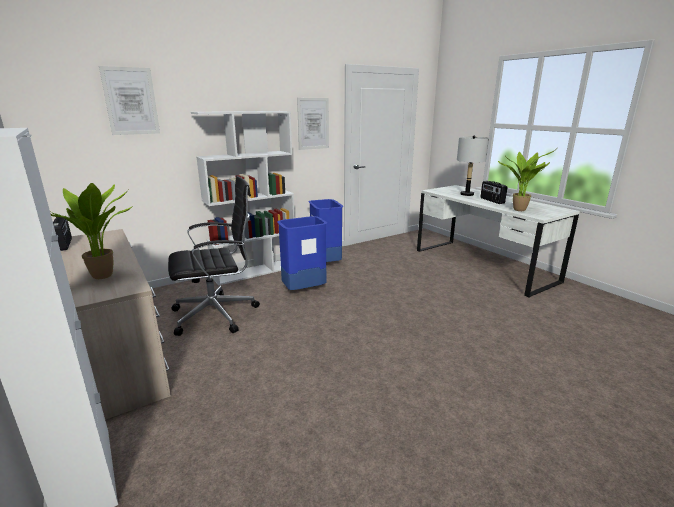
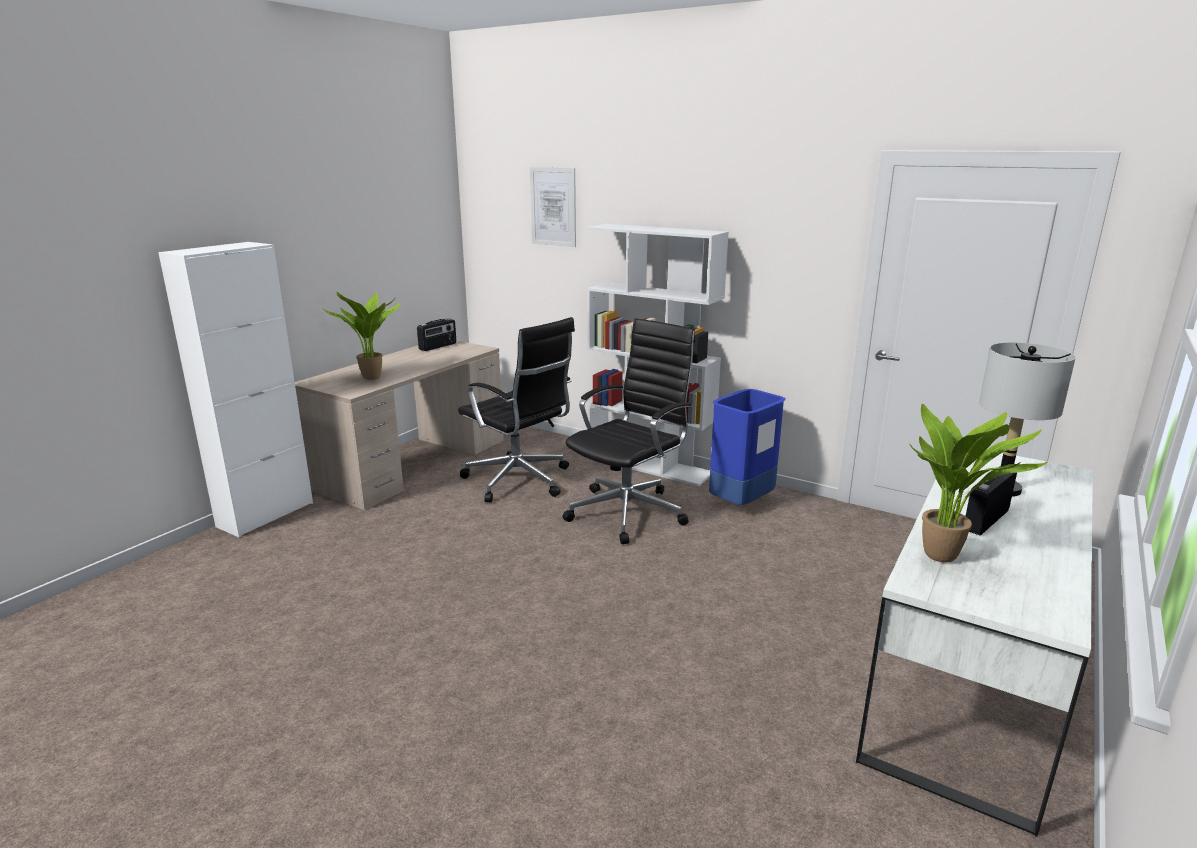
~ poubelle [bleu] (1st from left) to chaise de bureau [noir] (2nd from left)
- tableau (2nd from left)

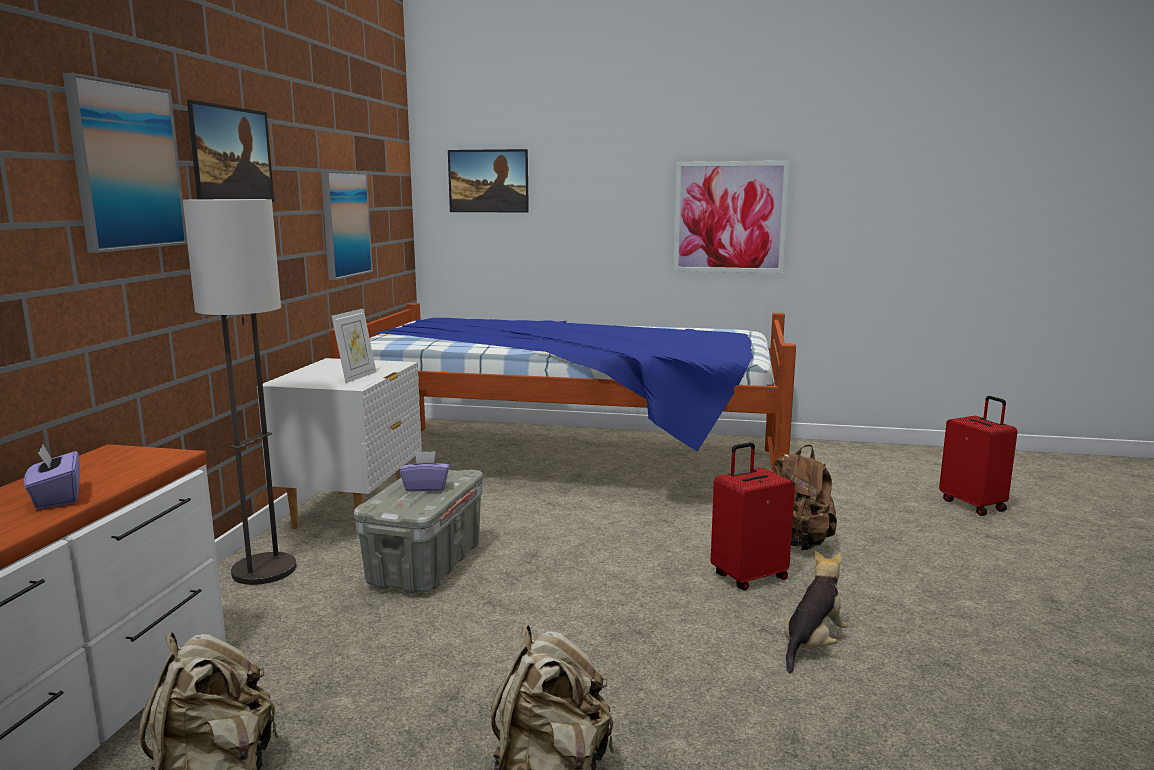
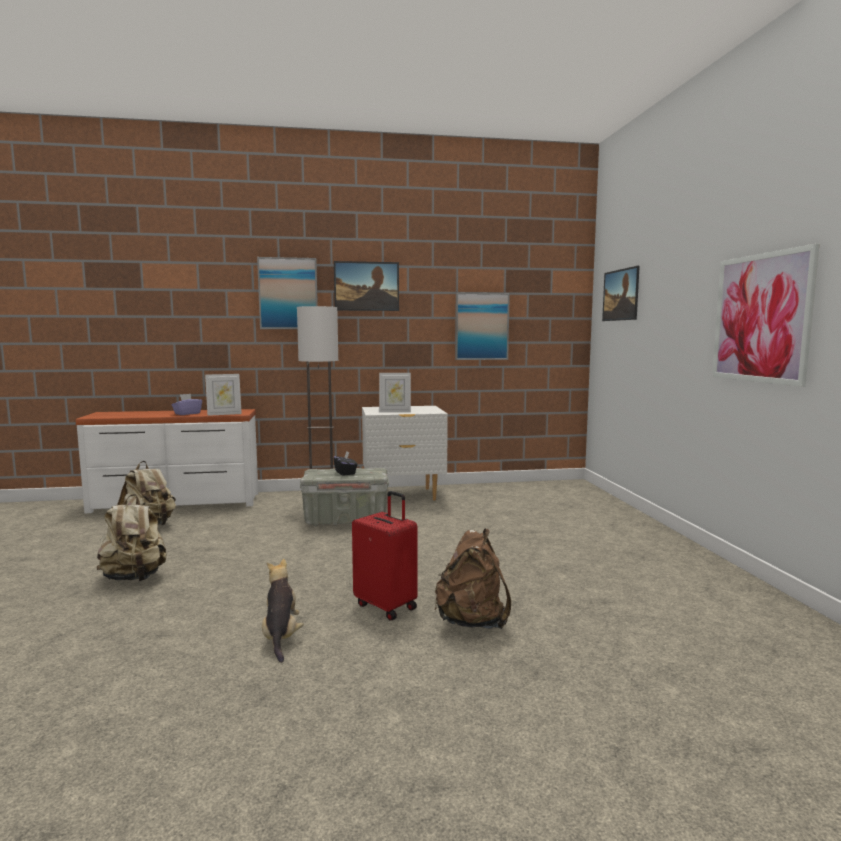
- lit
~ boîte à mouchoirs [violet] (2nd from left) to boîte à mouchoirs [noir]
~ peluche 120 degrees counterclockwise
- valise [rouge] (2nd from left)
+ cadre photo (1st from left)

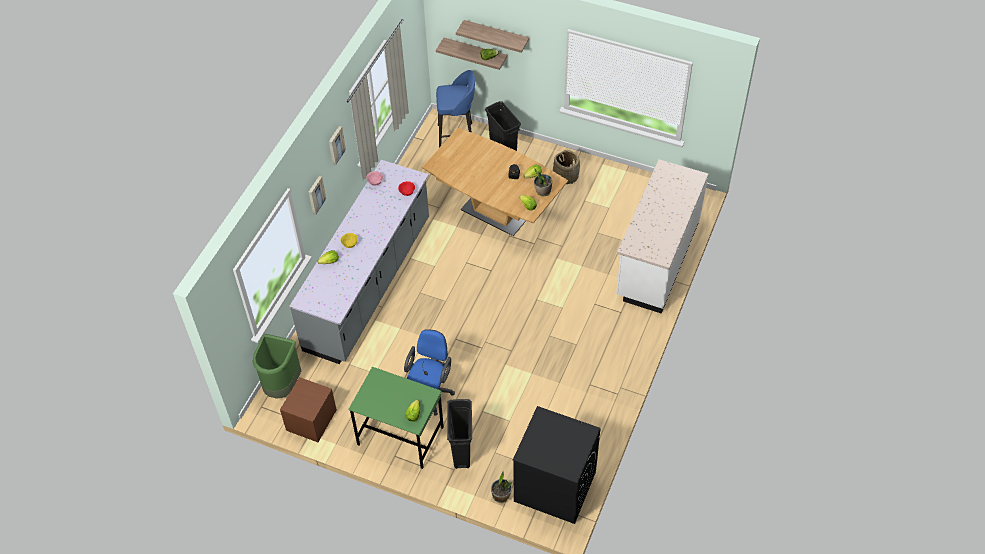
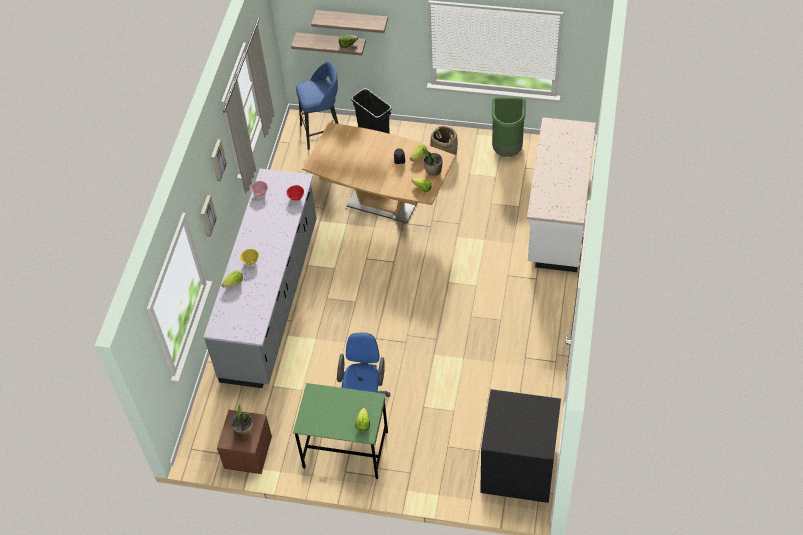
~ poubelle [vert]
- poubelle [noir] (1st from left)
~ plante en pot (1st from left)

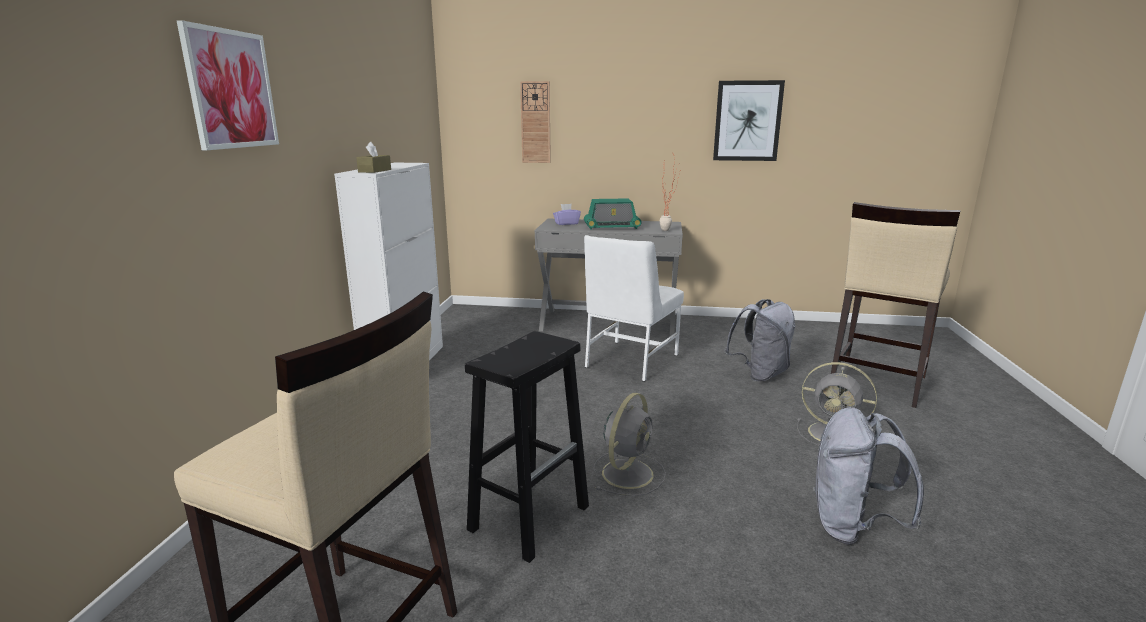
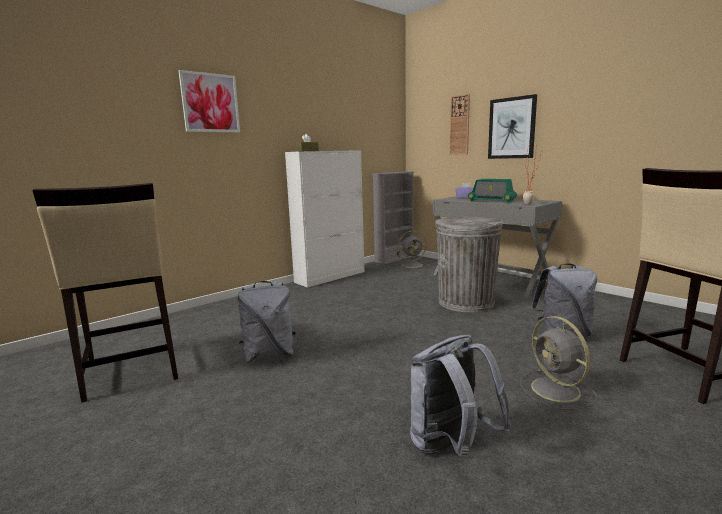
~ tabouret [noir] to sac à dos [gris] (1st from left)
~ chaise [blanc] to poubelle [gris]
~ ventilateur [gris] (1st from left)
~ tableau (2nd from left)
+ bibliothèque [gris]

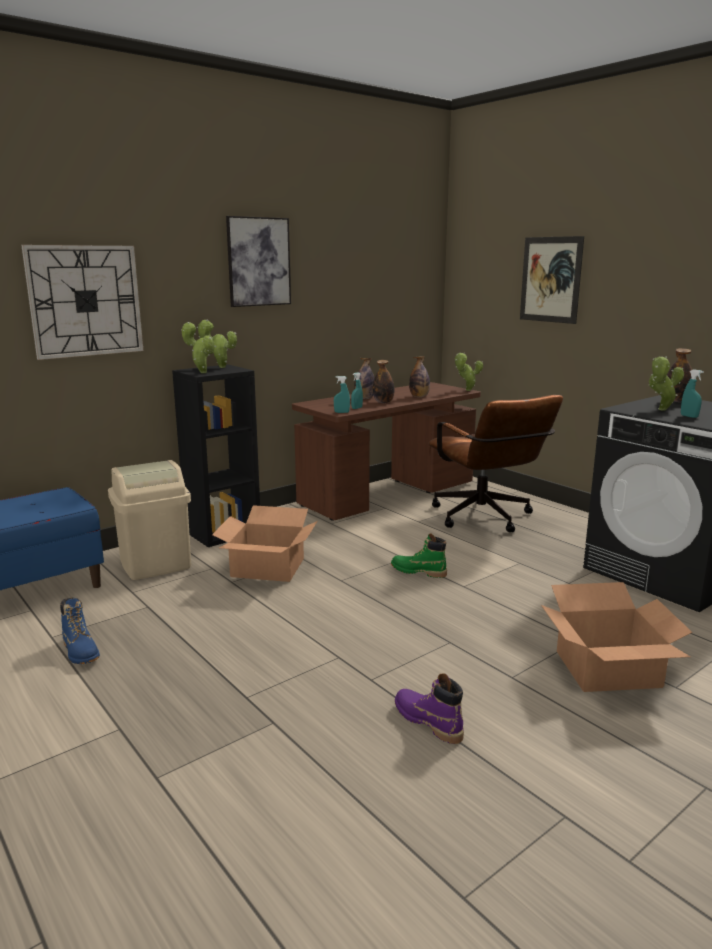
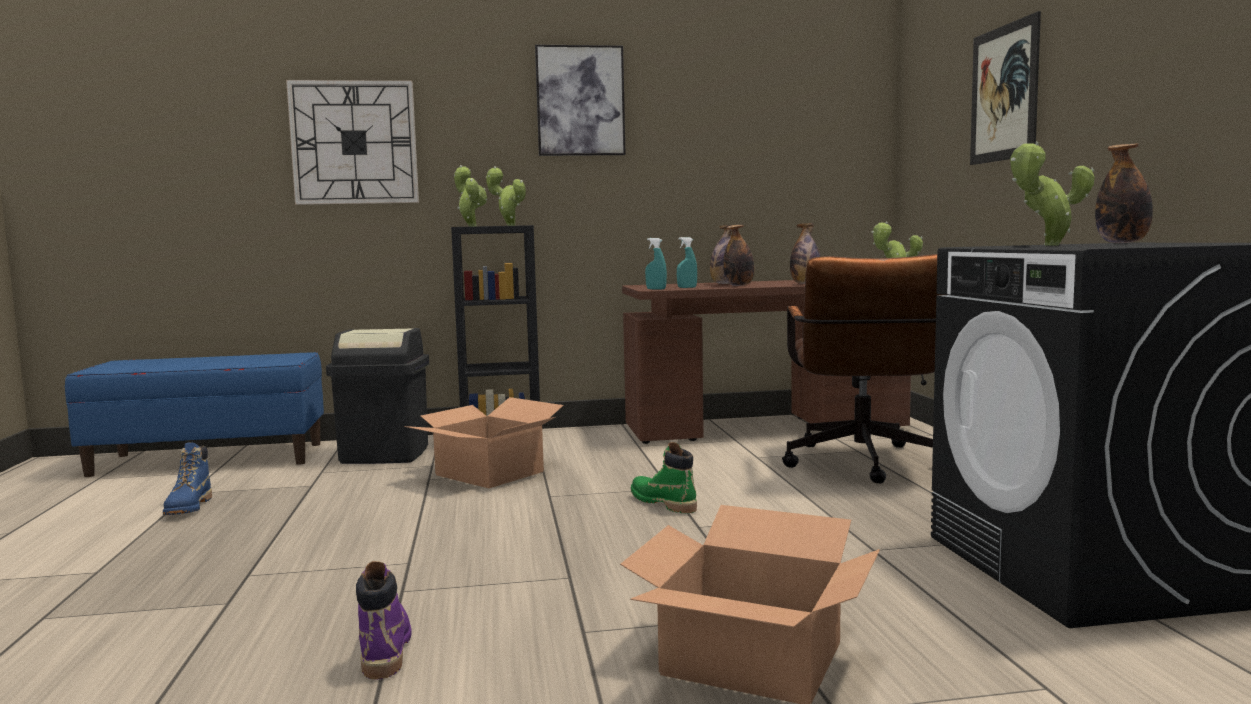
~ poubelle [beige] to poubelle [noir]
- vaporisateur [turquoise] (3rd from left)

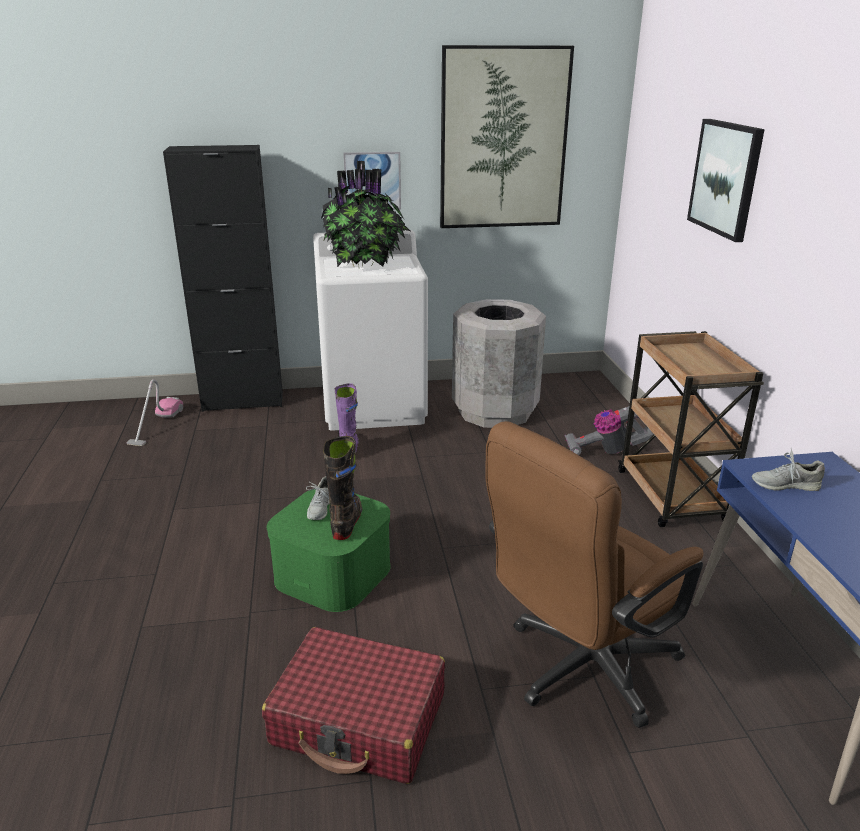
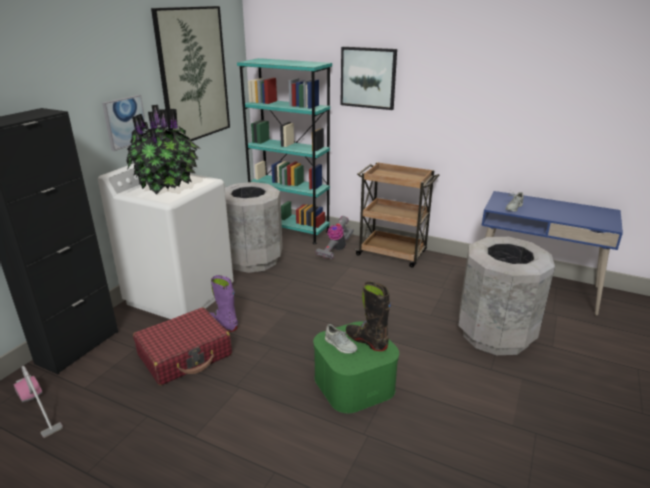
~ valise [rouge]
~ chaise de bureau [marron] to poubelle [gris] (2nd from left)
+ bibliothèque [turquoise]

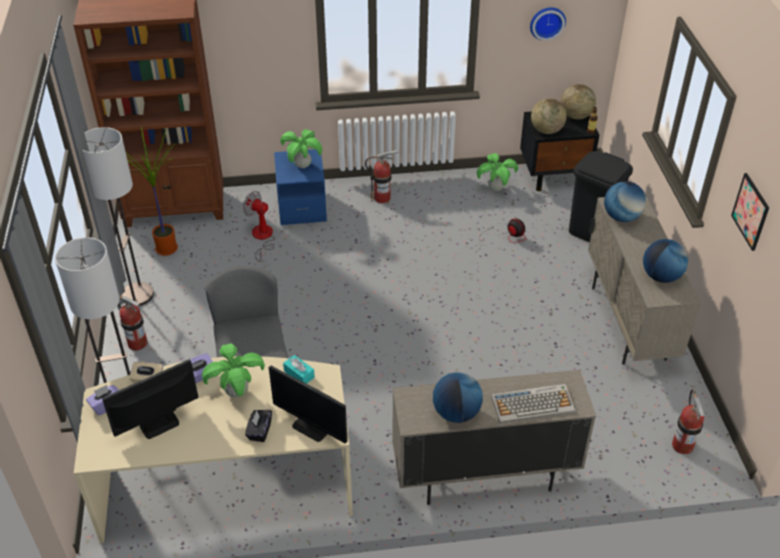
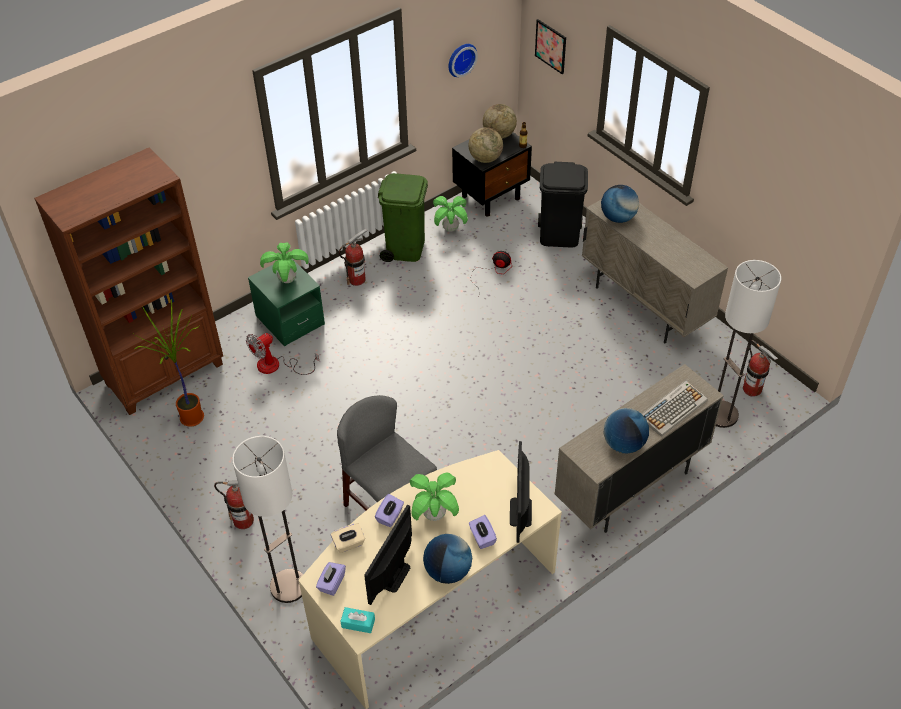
~ lampadaire (2nd from left)
~ ventilateur (1st from left) 45 degrees counterclockwise
~ boîte à mouchoirs [noir] to boîte à mouchoirs [violet] (3rd from left)
~ écran d'ordinateur (2nd from left) 90 degrees clockwise
~ table de chevet [bleu] to table de chevet [vert]
~ boîte à mouchoirs [turquoise]
~ globe (5th from left in the first image) to globe (1st from left)
~ tableau
+ poubelle [vert]

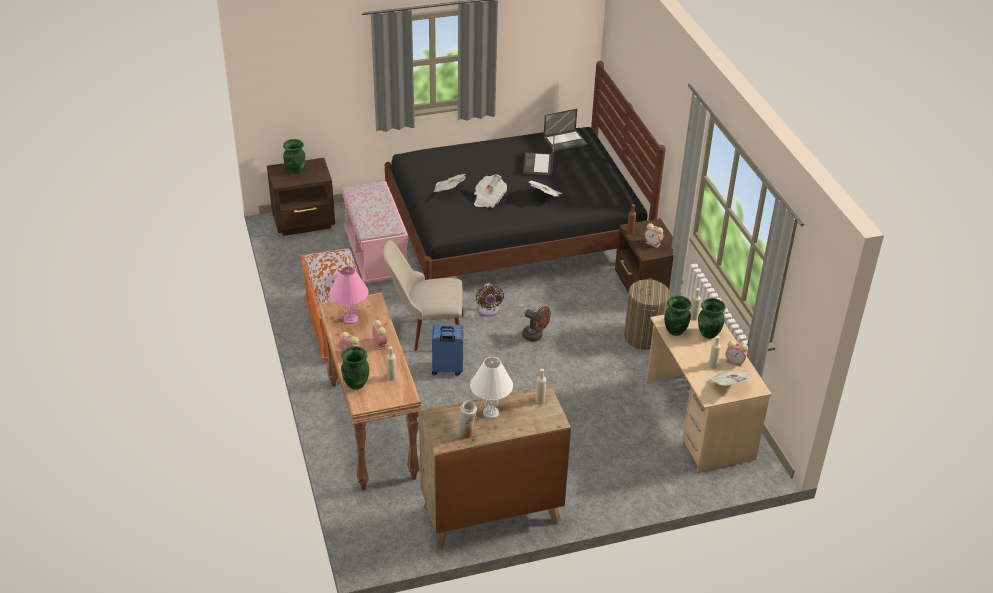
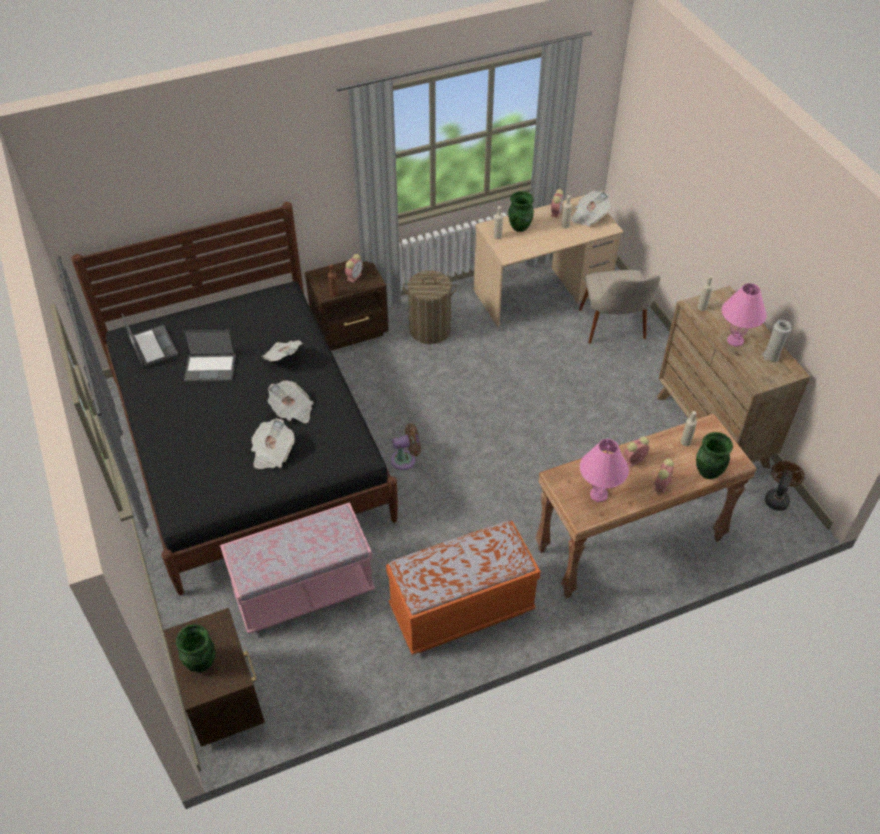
~ chaise [beige]
- valise [bleu]
~ lampe de table [blanc] to lampe de table [rose] (2nd from left)
~ ventilateur [marron] (2nd from left)
- vase [vert] (3rd from left)

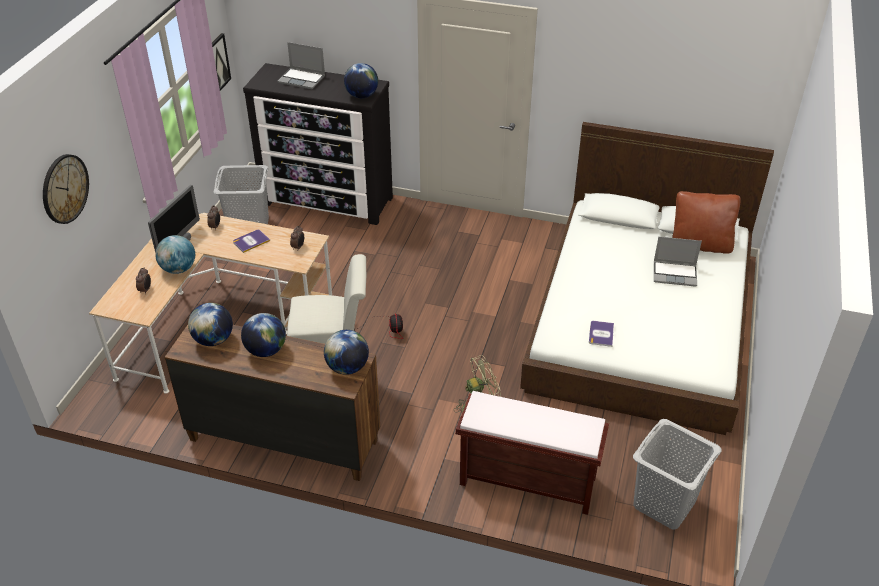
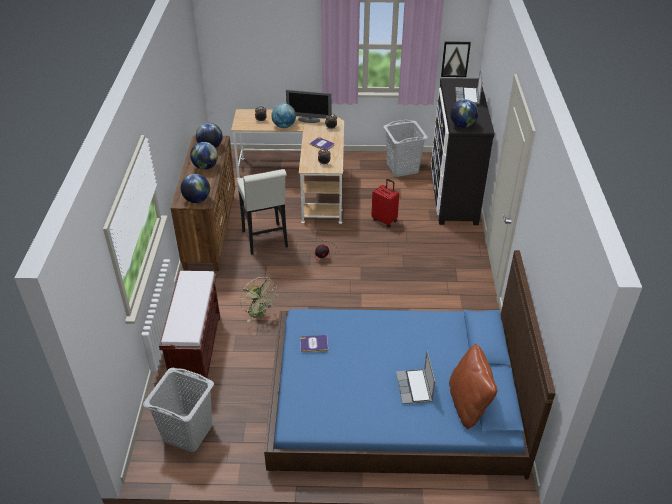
- horloge murale
~ lit [blanc] to lit [bleu]
+ valise [rouge]

